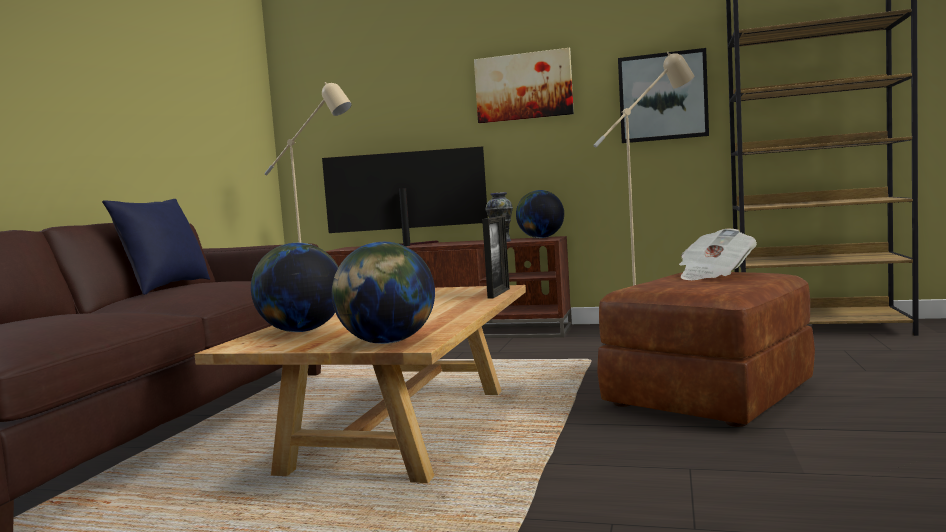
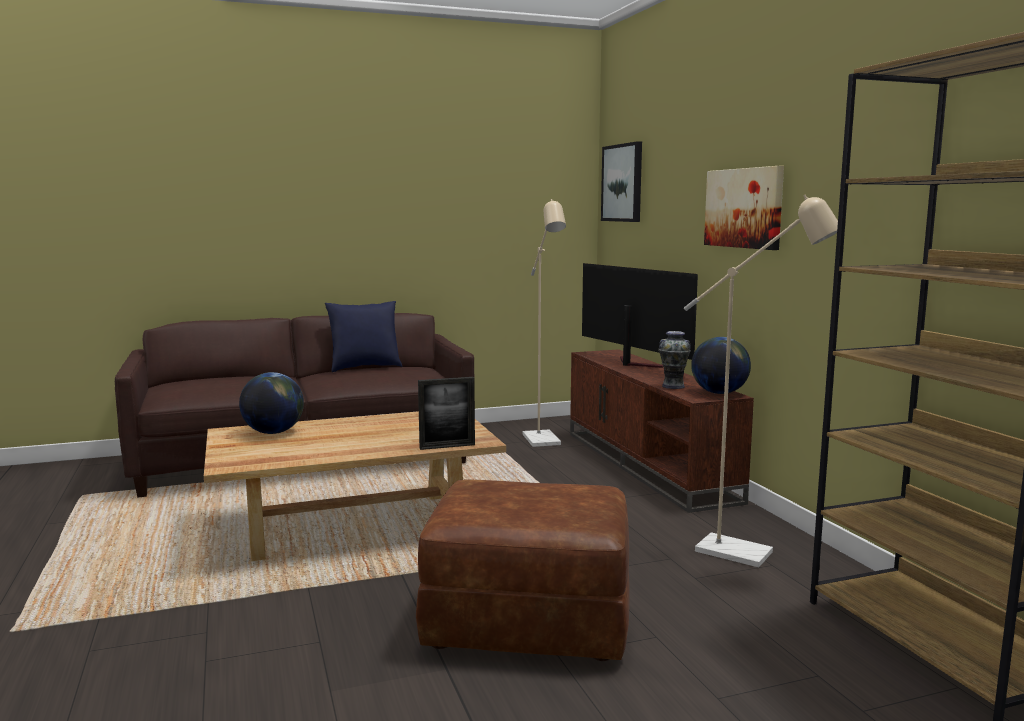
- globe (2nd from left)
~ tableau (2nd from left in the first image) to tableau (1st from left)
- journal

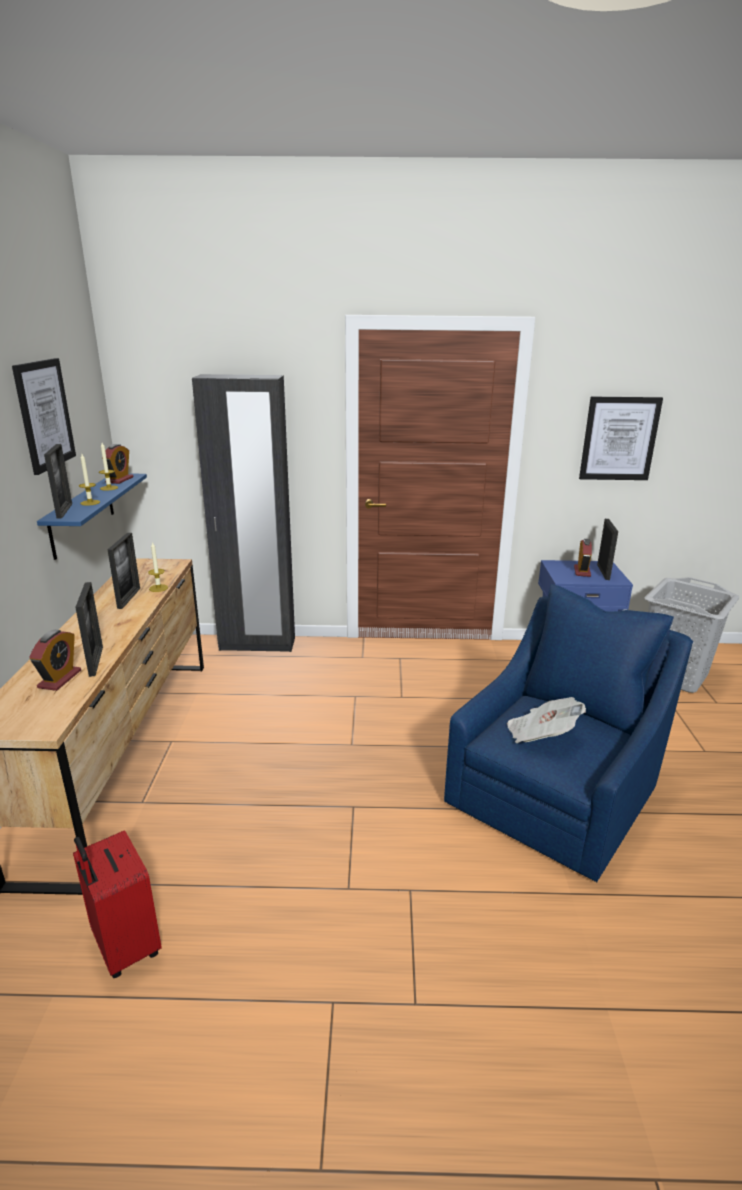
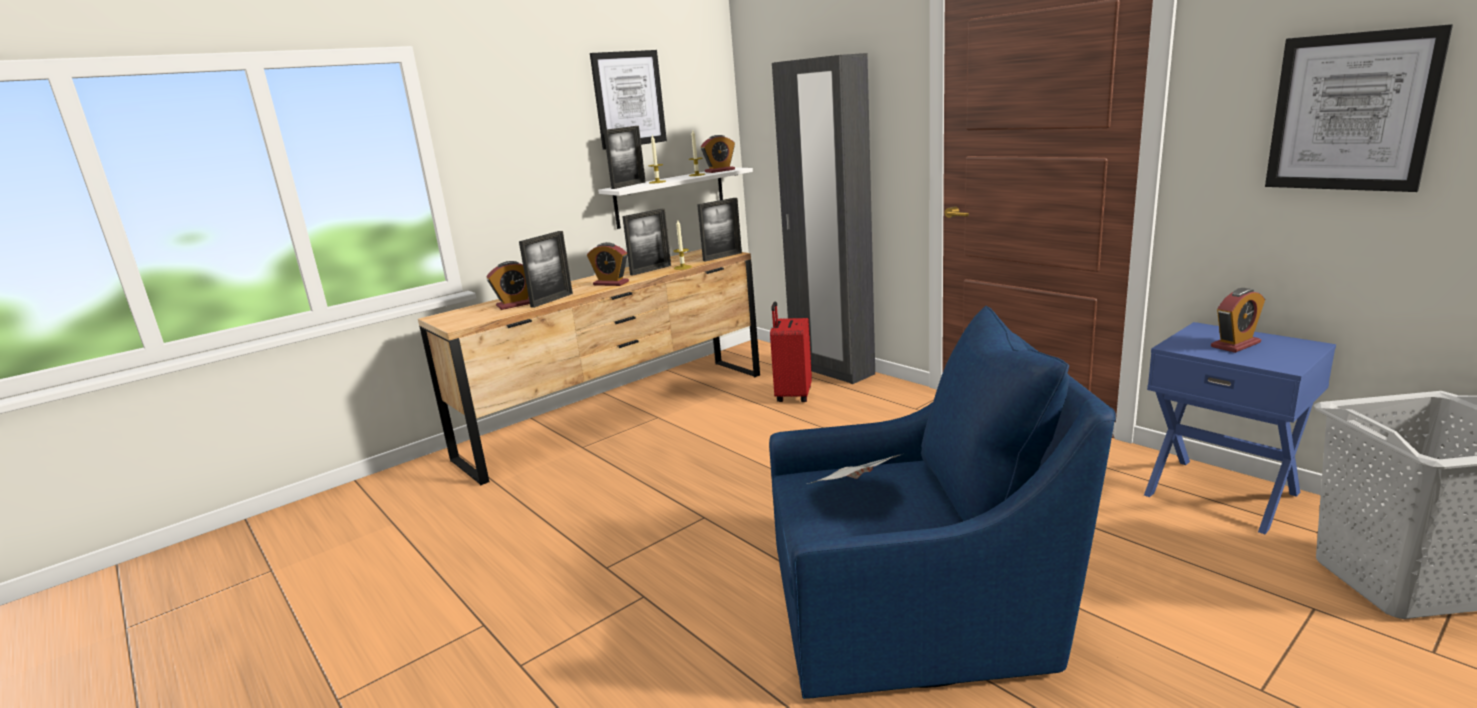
~ étagère [bleu] to étagère [blanc]
~ valise [rouge]
~ cadre photo (4th from left)
+ réveil (2nd from left)

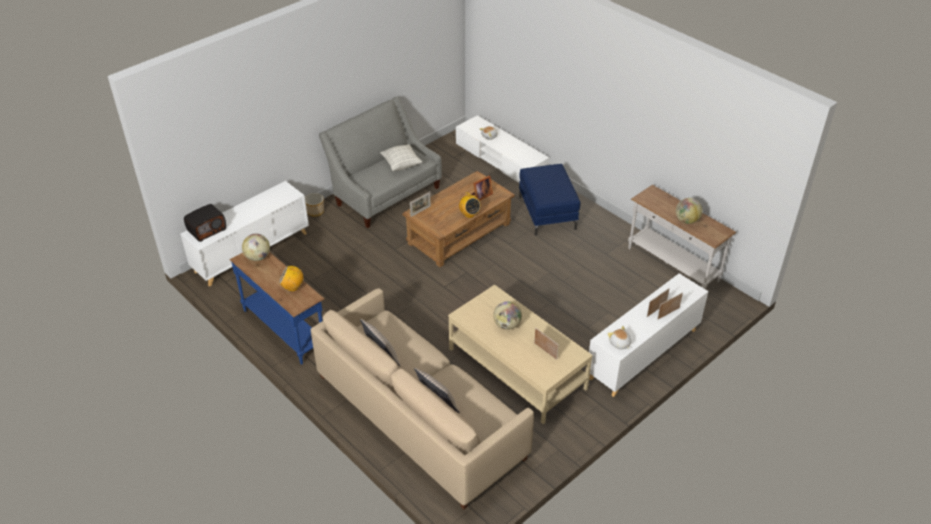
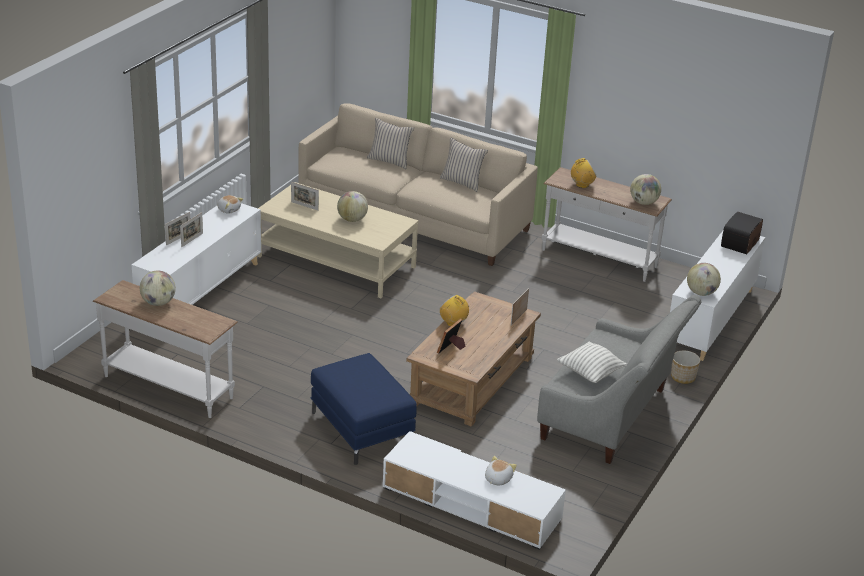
~ table console [bleu] to table console [blanc] (2nd from left)
+ globe (4th from left)

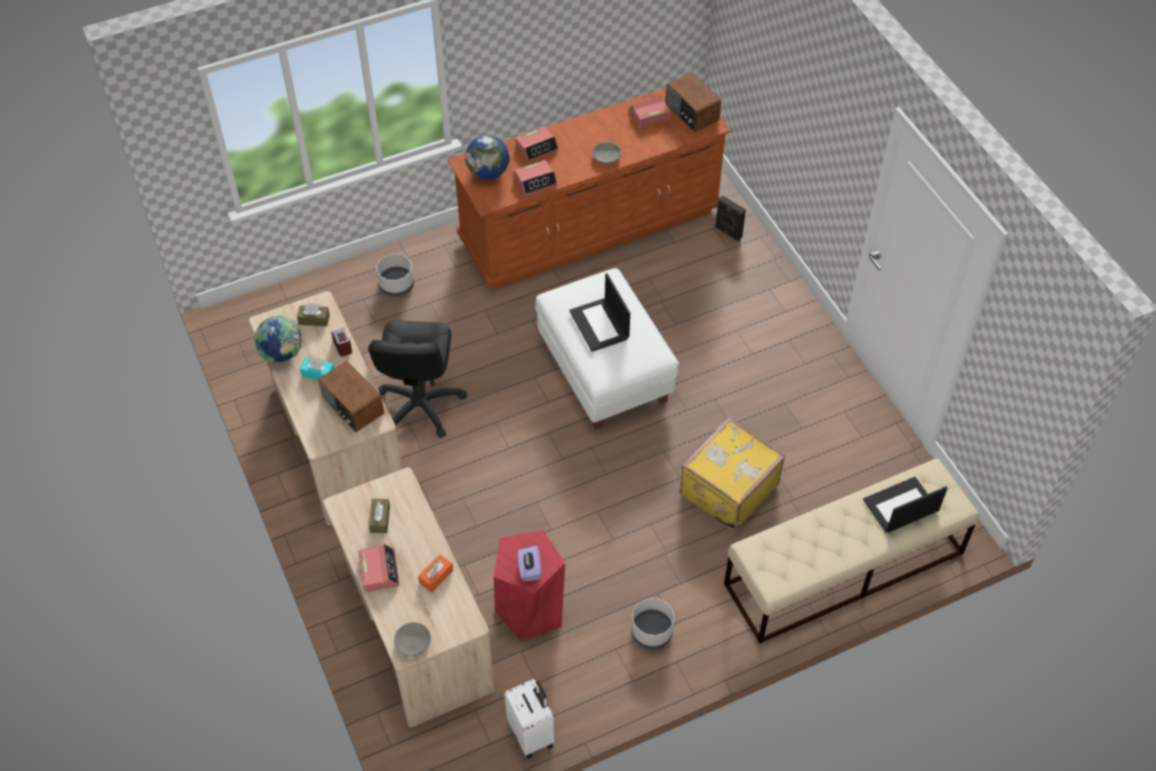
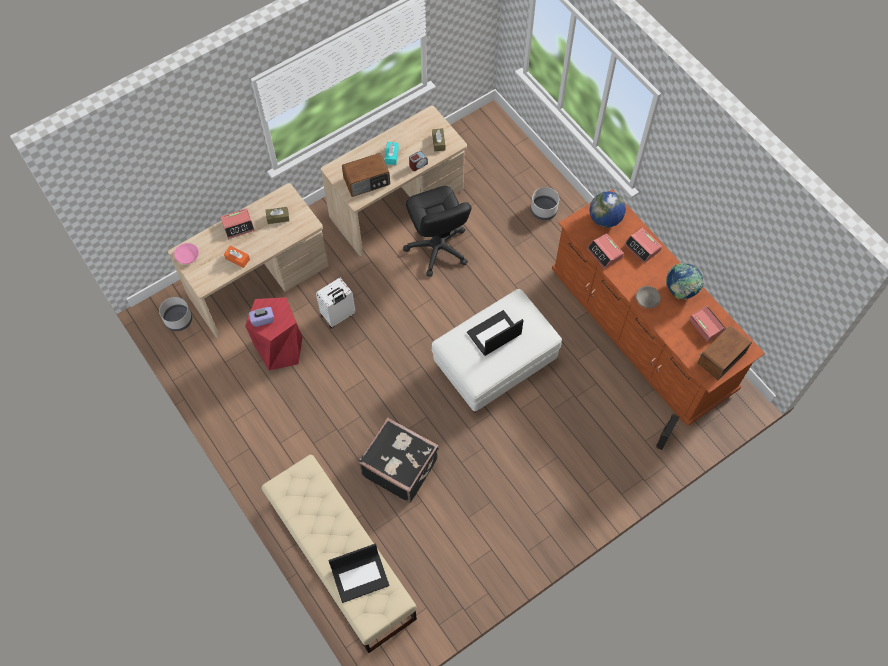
~ globe (1st from left in the first image) to globe (2nd from left)
~ radio (1st from left) 150 degrees counterclockwise
~ chaise de bureau [noir] 105 degrees counterclockwise
~ bol [gris] (1st from left) to bol [rose]
~ valise [blanc]
~ cache-pot [gris] (2nd from left in the first image) to cache-pot [gris] (1st from left)
~ valise [jaune] to valise [noir]
~ ordinateur portable (2nd from left in the first image) 105 degrees clockwise

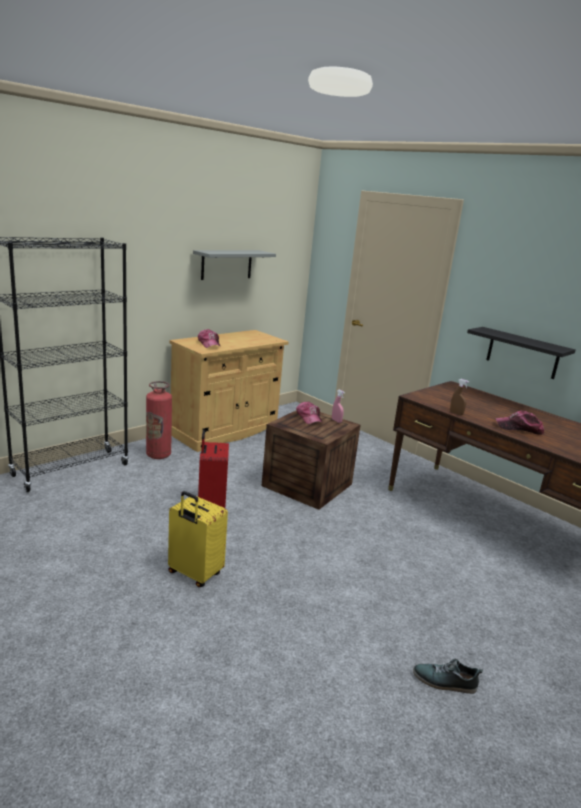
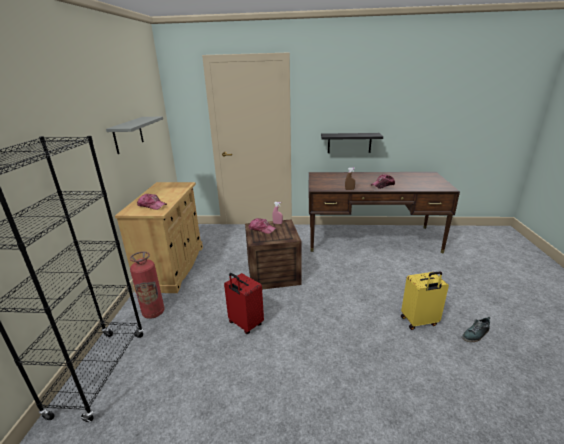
~ valise [jaune]

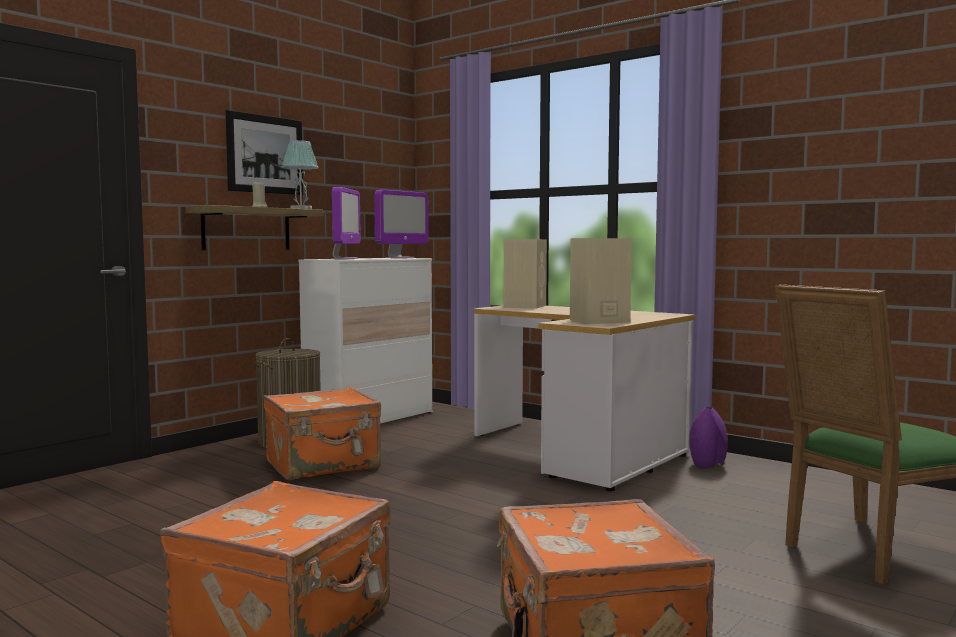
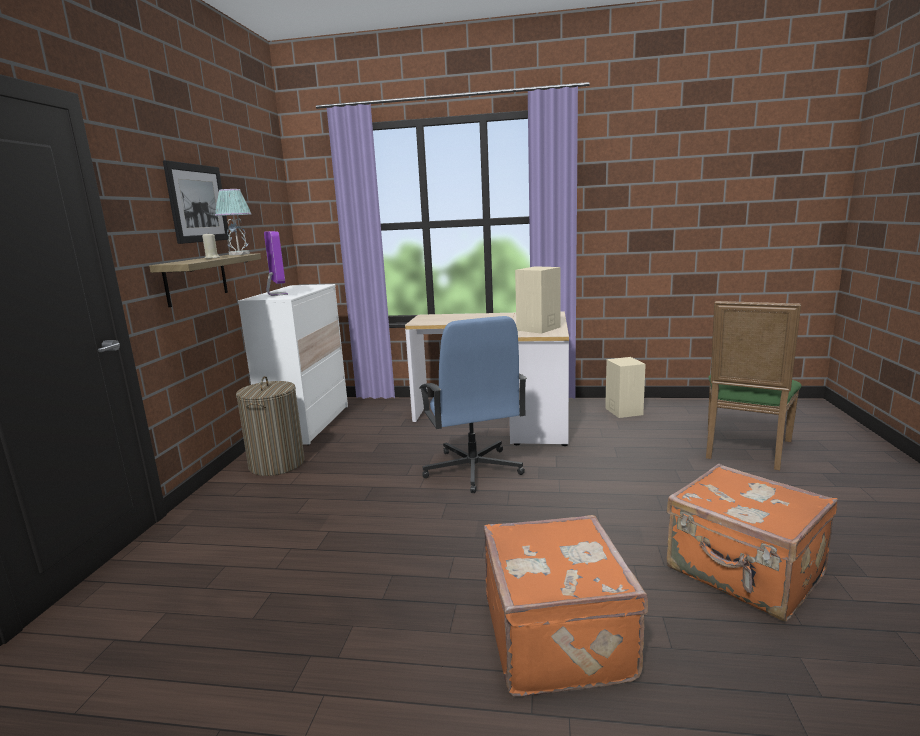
- valise [orange] (2nd from left)
- écran d'ordinateur (2nd from left)
~ enceinte [beige] (1st from left in the first image) to enceinte [beige] (2nd from left)
- vase [violet]
+ chaise de bureau [bleu]

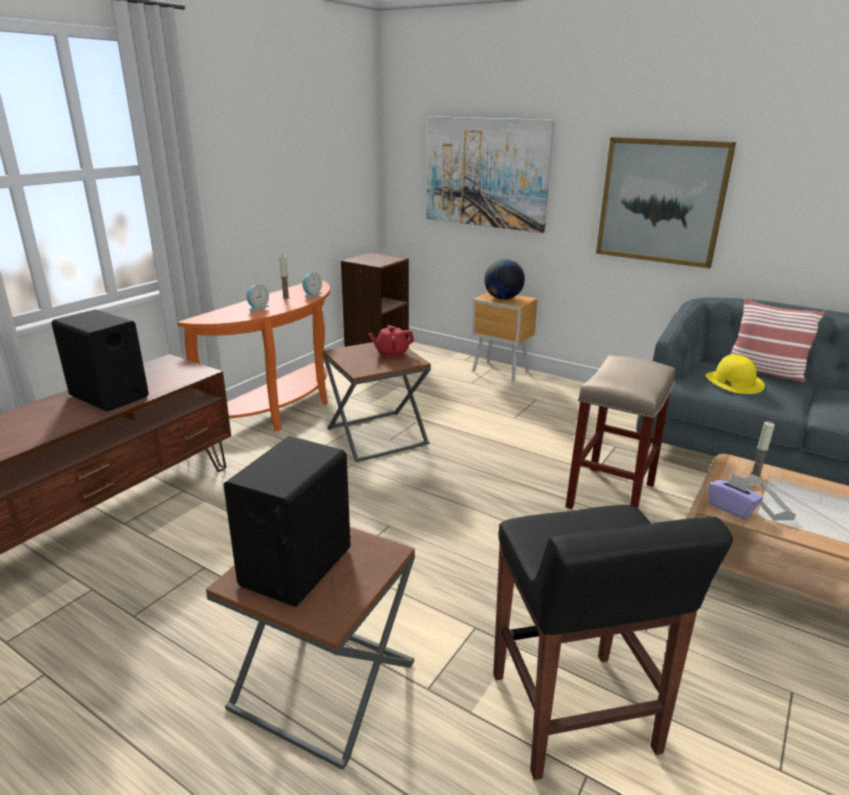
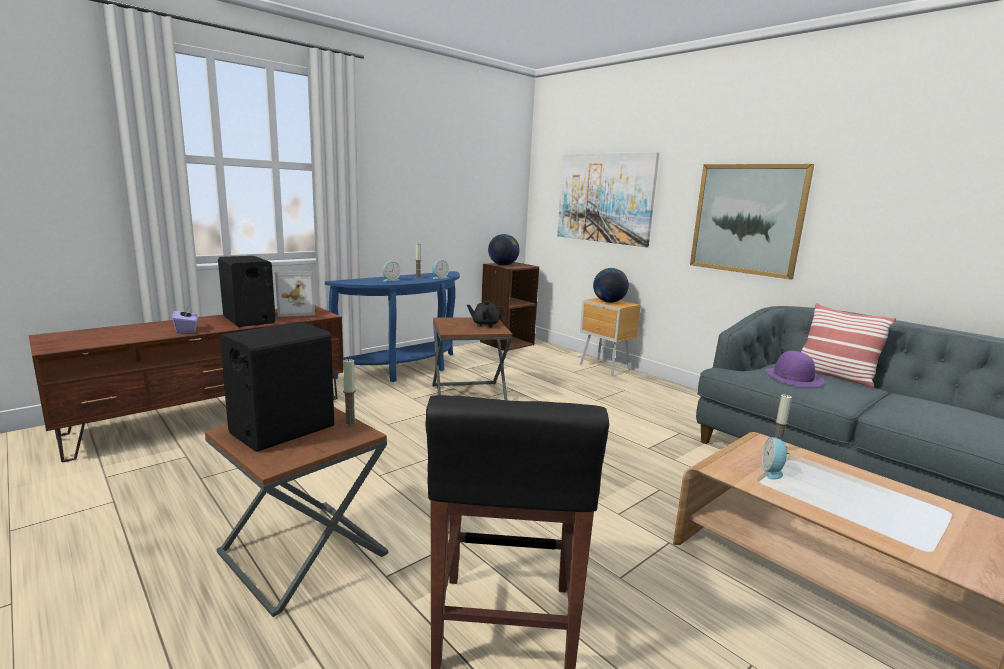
~ table console [orange] to table console [bleu]
~ théière [rouge] to théière [noir]
- tabouret [beige]
~ chapeau [jaune] to chapeau [violet]
~ boîte à mouchoirs [violet]
~ plateau [gris] to réveil (3rd from left)
+ cadre photo
+ bougie (1st from left)
+ globe (1st from left)

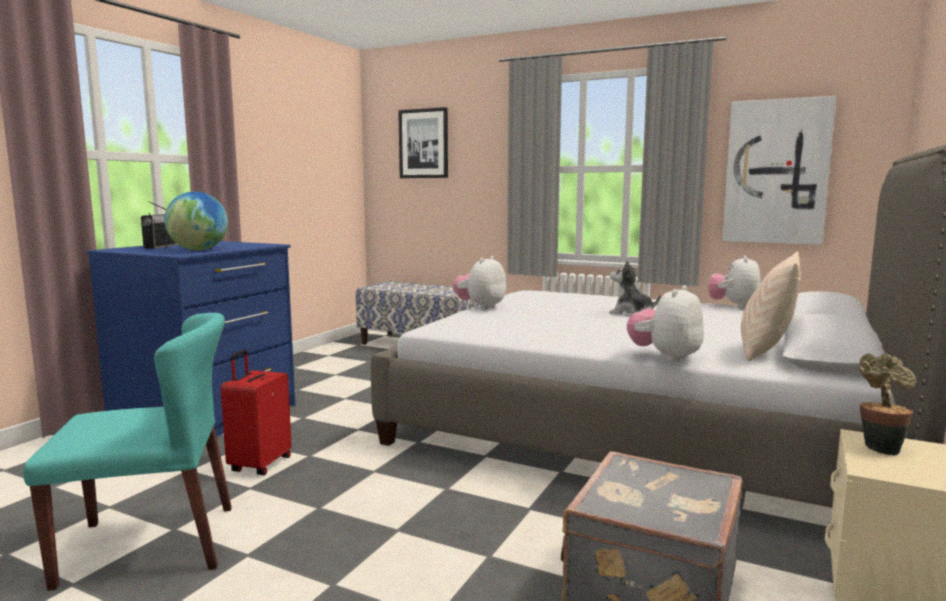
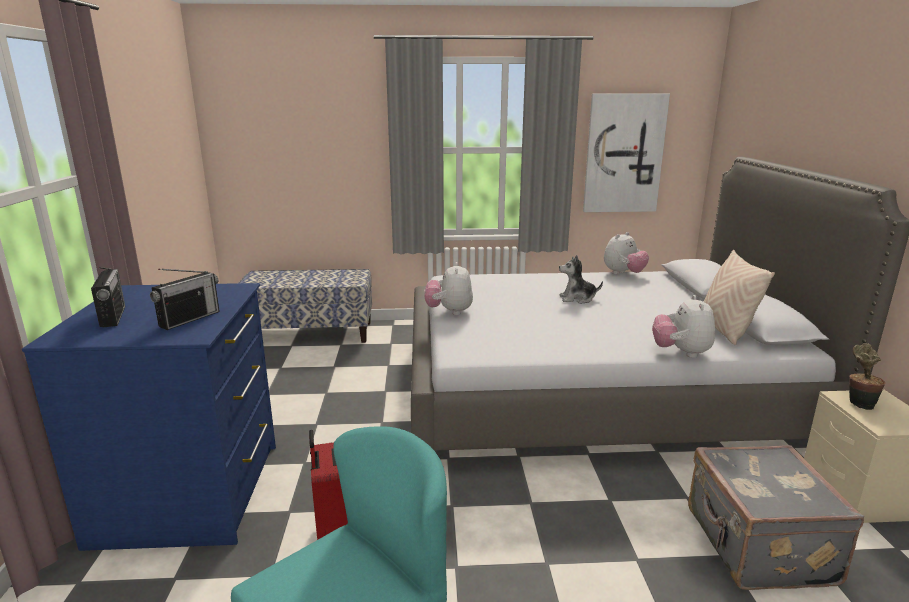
~ globe to radio (2nd from left)
- tableau (1st from left)
~ peluche (4th from left in the first image) 120 degrees counterclockwise

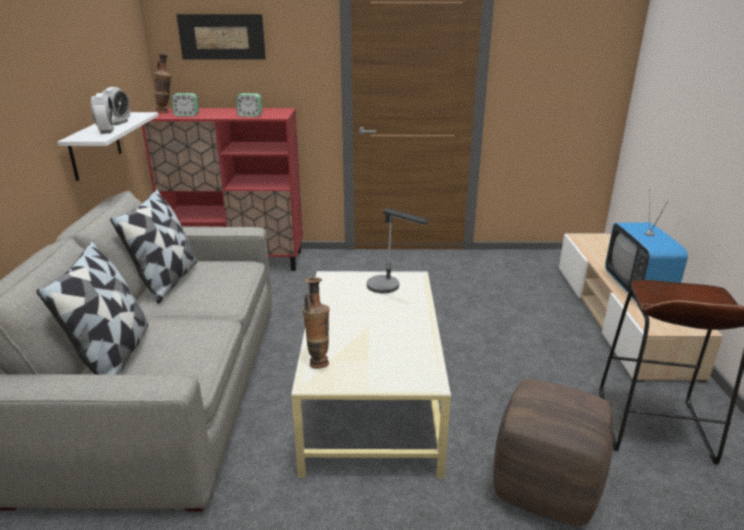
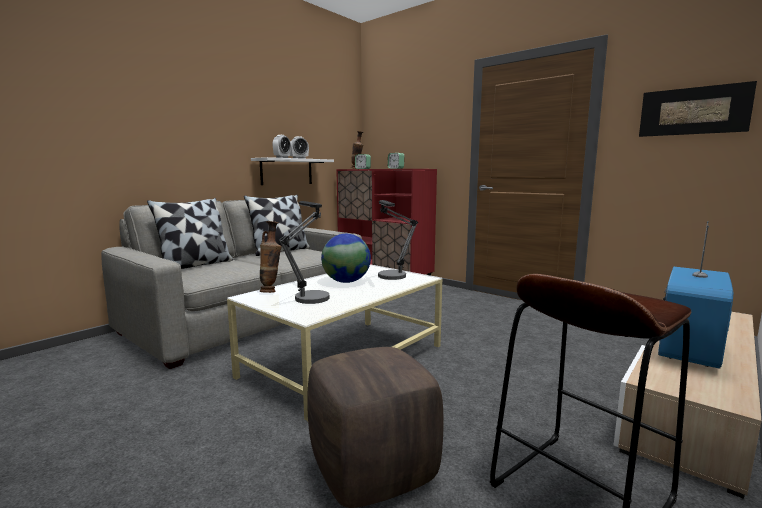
~ tableau
+ lampe de table (1st from left)
+ globe

